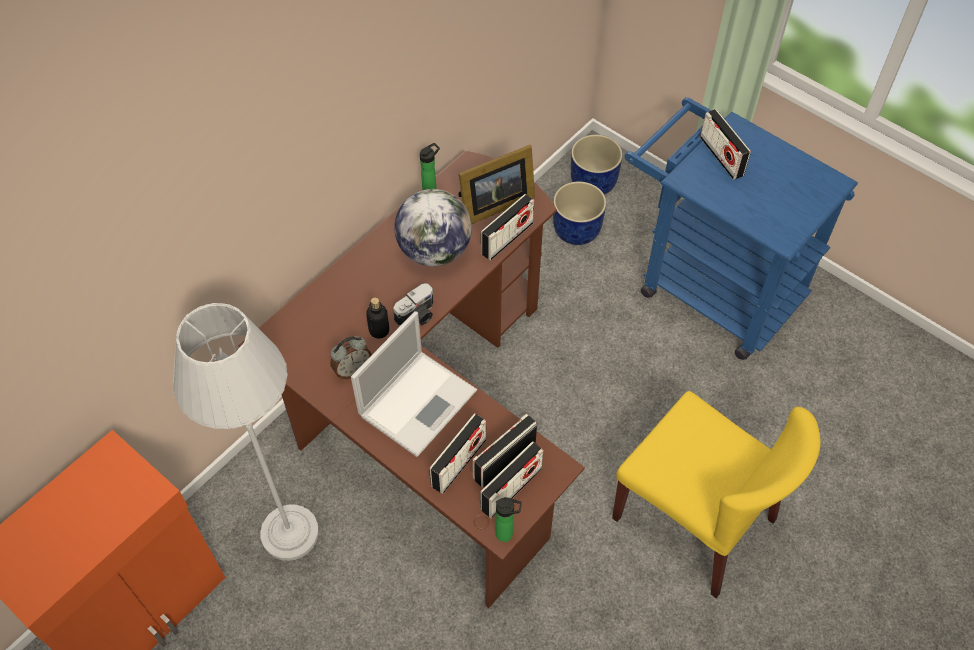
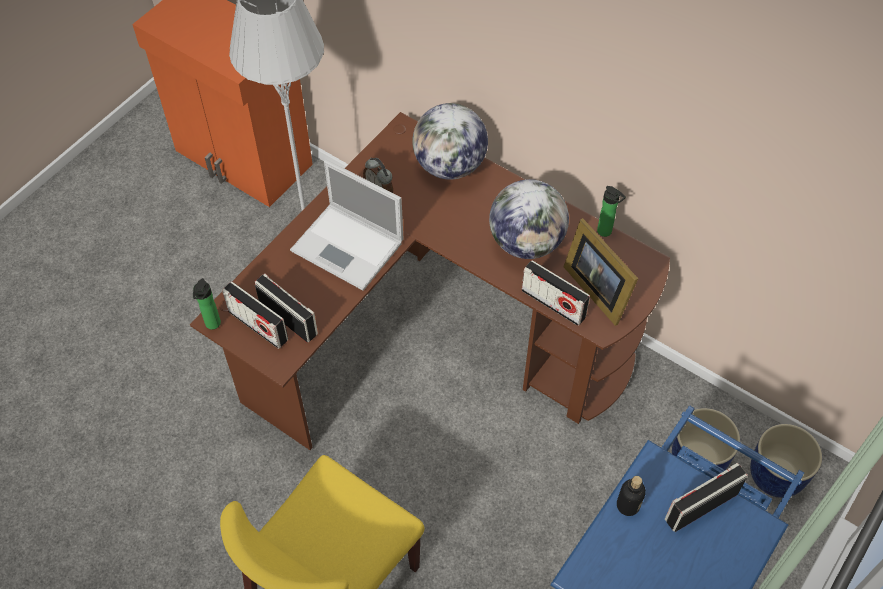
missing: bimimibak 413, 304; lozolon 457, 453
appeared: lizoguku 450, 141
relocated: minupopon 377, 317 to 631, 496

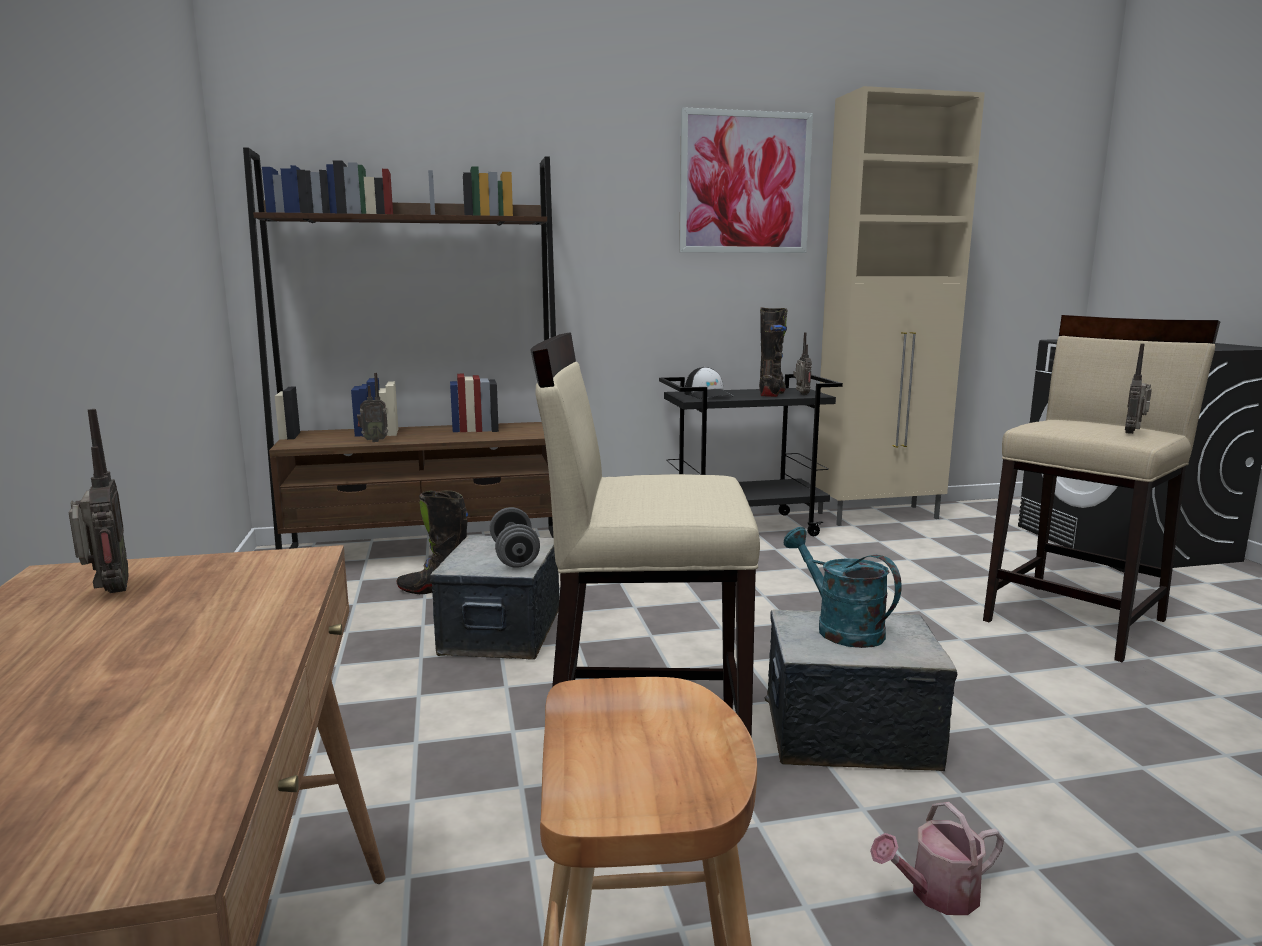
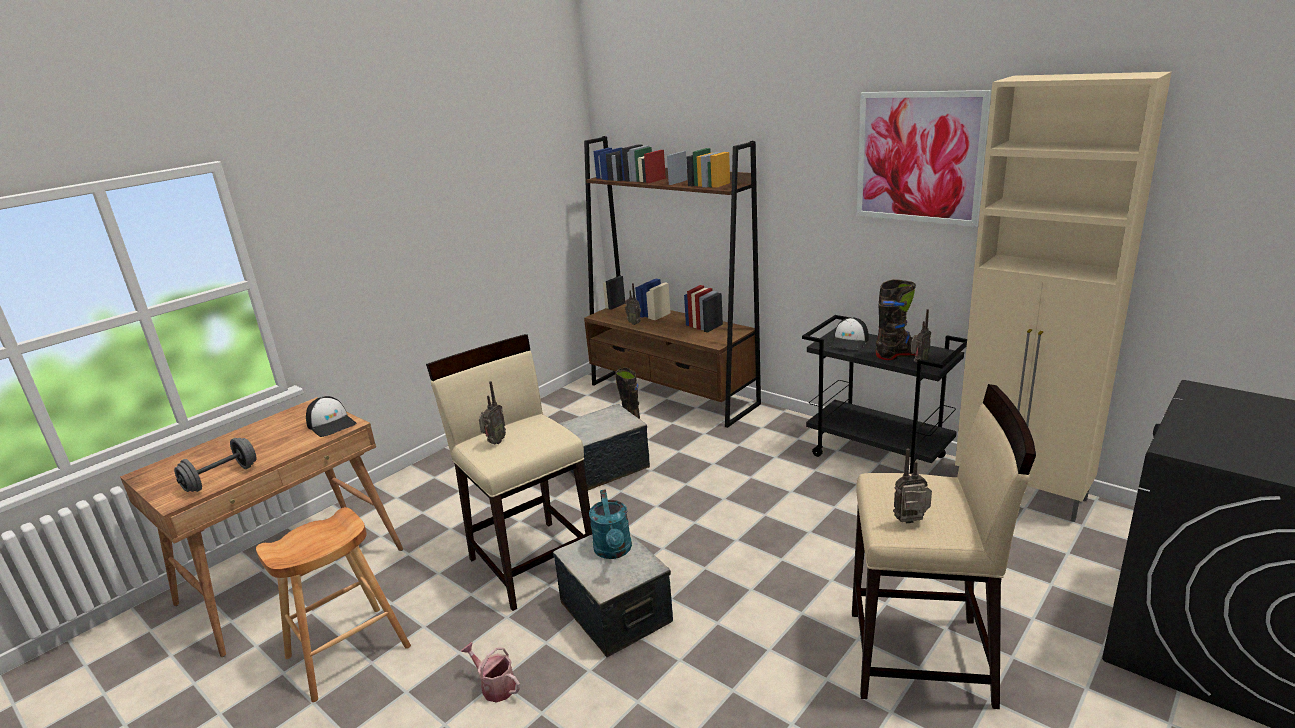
appeared: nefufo 331, 416
relocated: lozolon 98, 501 to 492, 412; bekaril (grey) 515, 537 to 215, 465
spun: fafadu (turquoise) 843, 587 = 610, 524 150 degrees clockwise

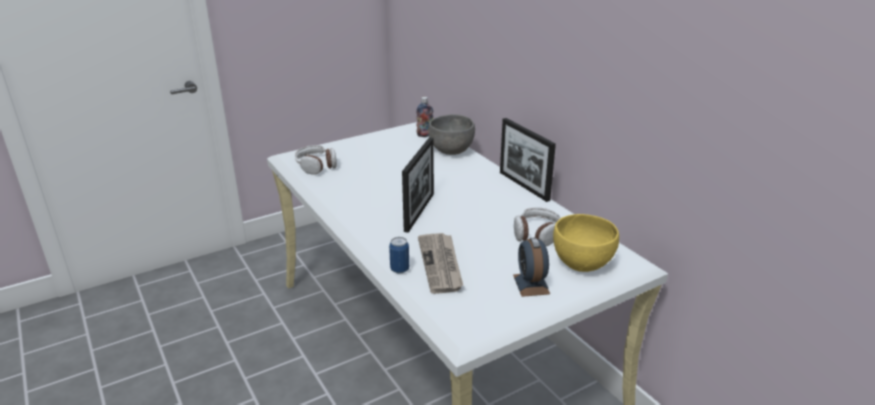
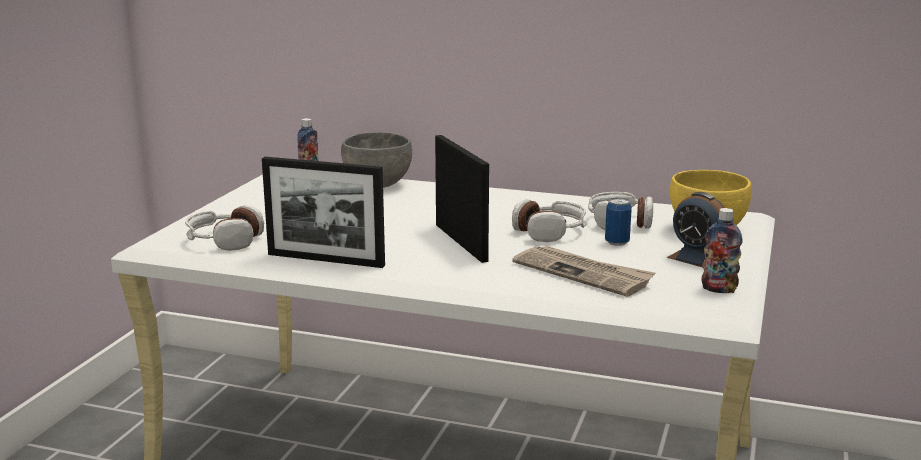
appeared: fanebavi 549, 220; minupopon 722, 250
relocated: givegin 399, 255 to 618, 221; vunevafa 528, 160 to 323, 212

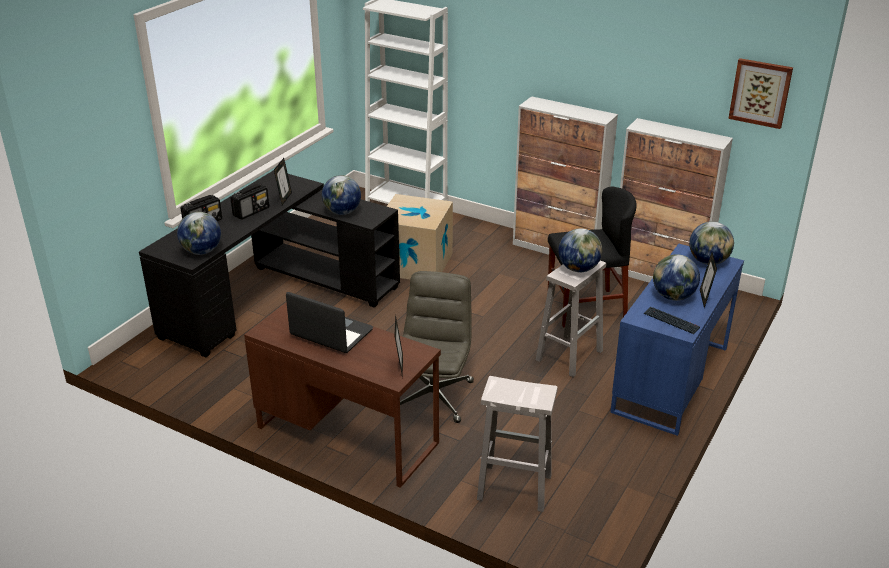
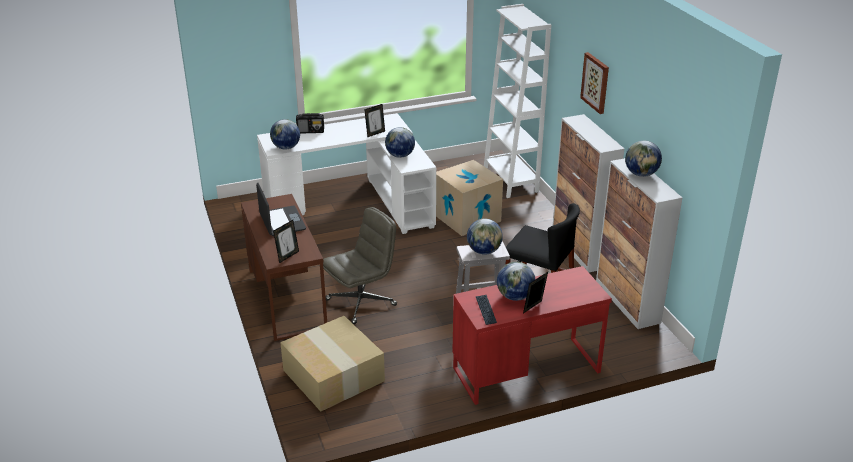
missing: lozolon 249, 202
relocated: lizoguku 711, 243 to 643, 158; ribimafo 760, 93 to 594, 83
exchanged: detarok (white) 517, 444 to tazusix 332, 364
colour: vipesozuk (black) 269, 264 to vipesozuk (white) 346, 173; vipesozuk (blue) 677, 340 to vipesozuk (red) 532, 335

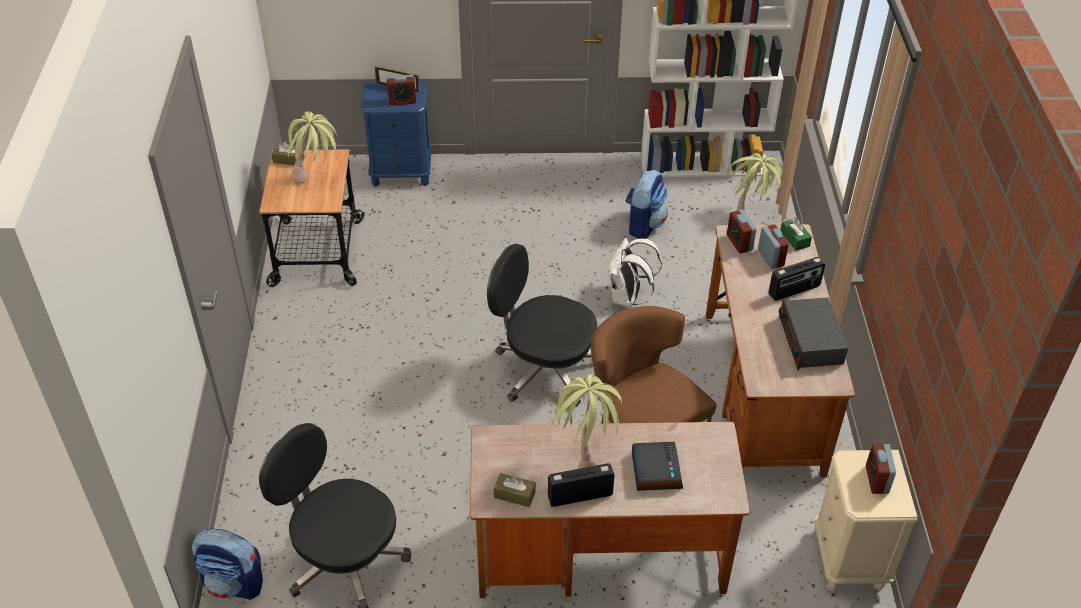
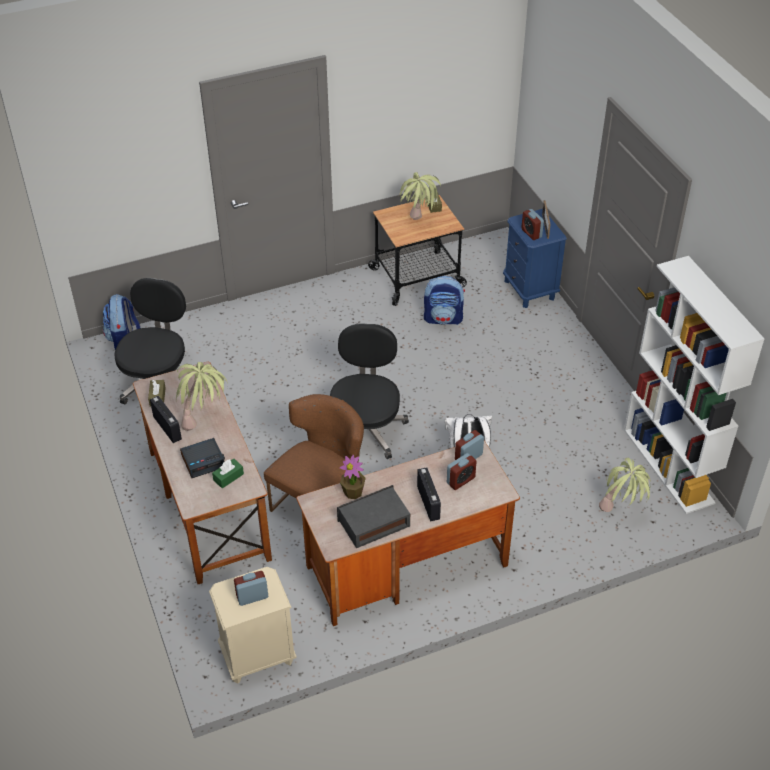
appeared: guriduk 353, 477
relocated: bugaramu 647, 204 to 444, 300; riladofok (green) 796, 234 to 228, 473
spun: lozolon 796, 279 = 429, 494 150 degrees counterclockwise

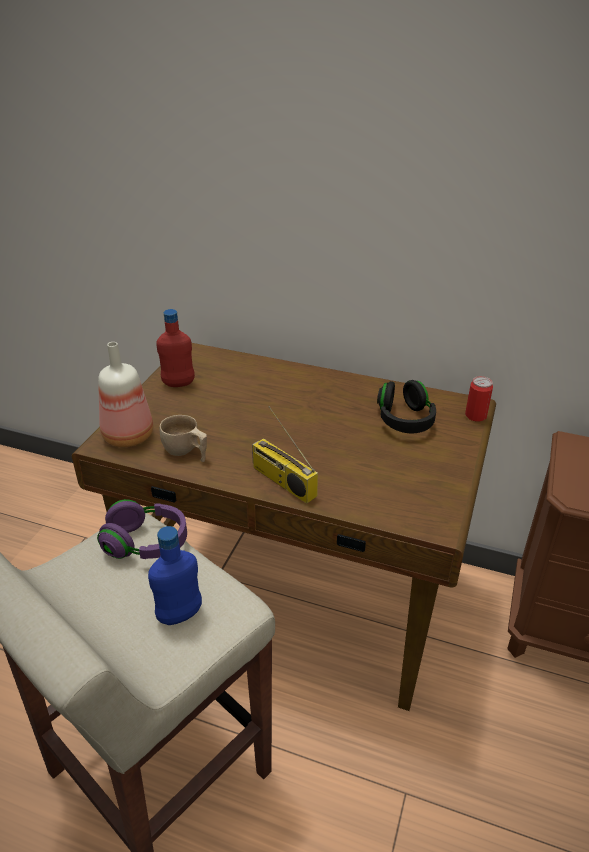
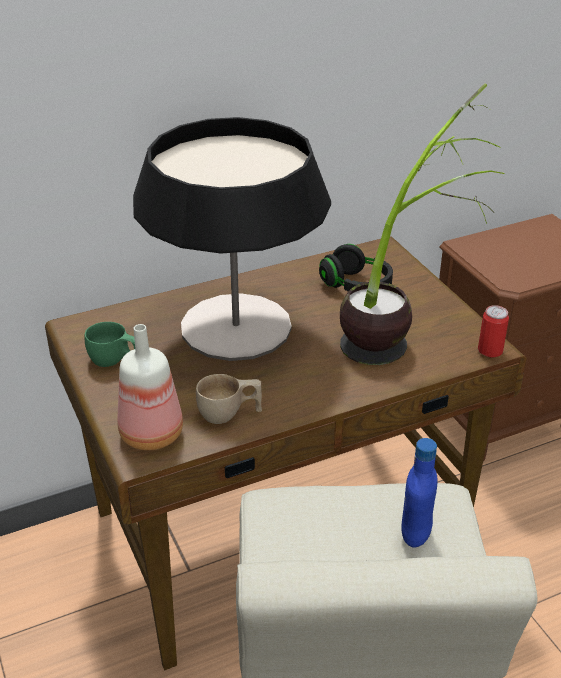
missing: fanebavi (purple) 142, 529; lozolon 285, 455
appeared: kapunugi 232, 239; guriduk 422, 224
relocated: givegin 479, 399 to 493, 331
exchanged: minupopon (red) 175, 348 to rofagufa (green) 109, 344

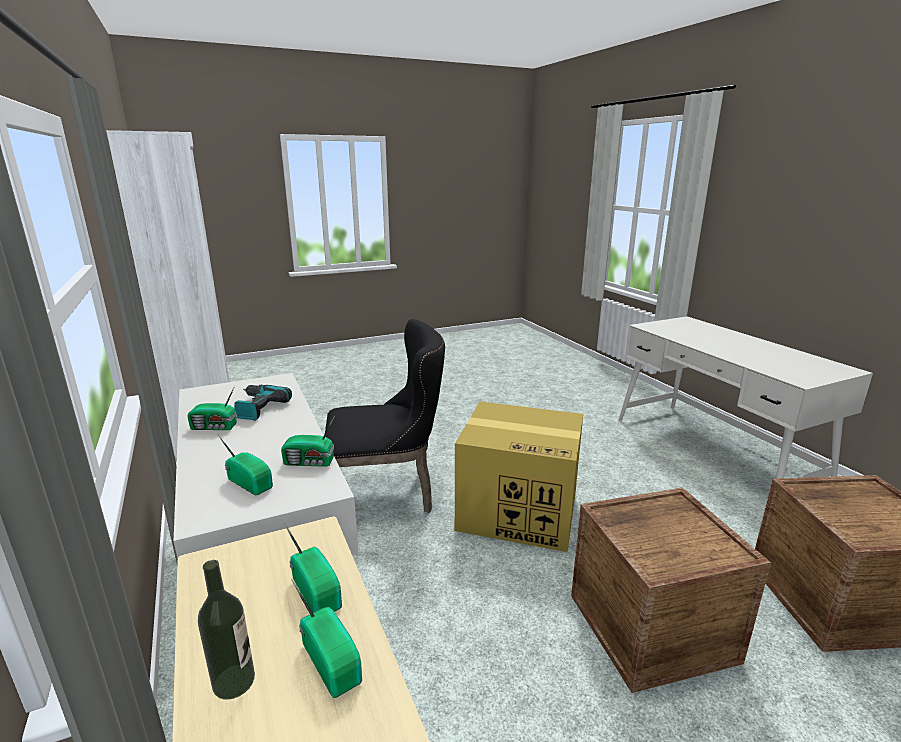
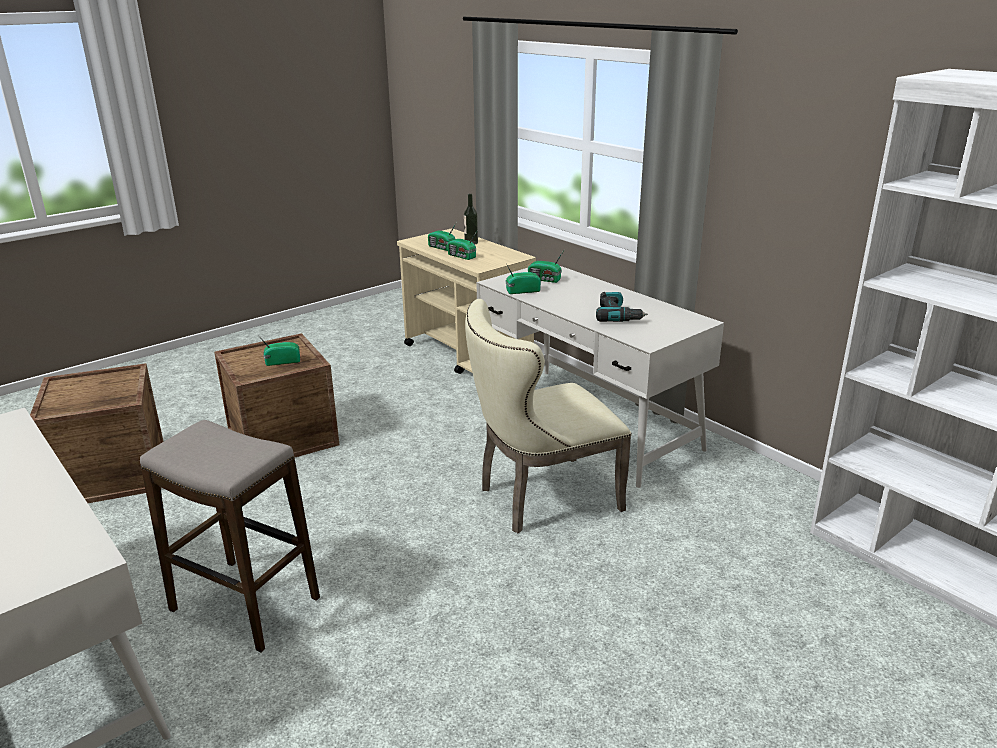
missing: tazusix 519, 477
appeared: detarok 230, 536
relocated: lozolon 212, 408 to 279, 350
colour: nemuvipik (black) 385, 416 to nemuvipik (beige) 548, 416

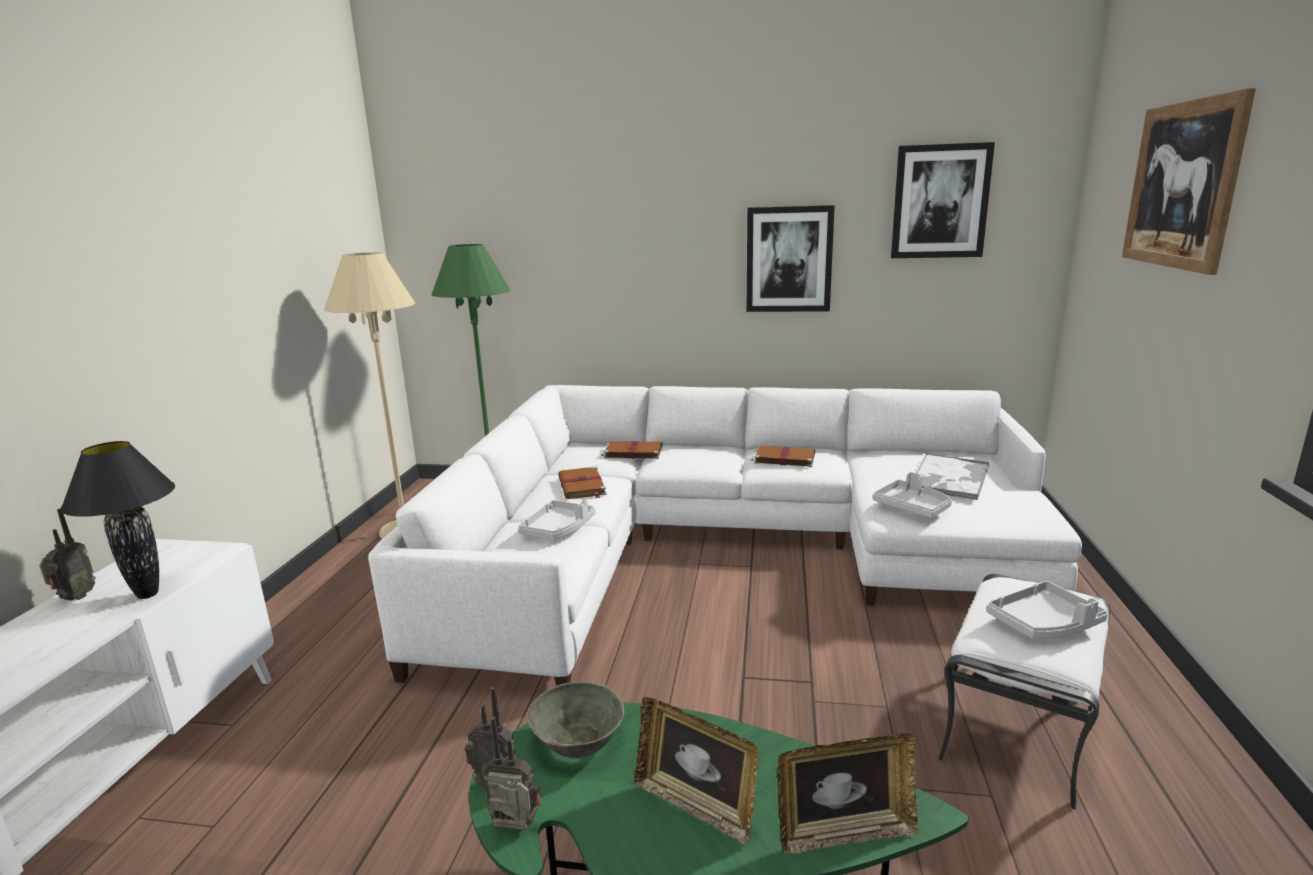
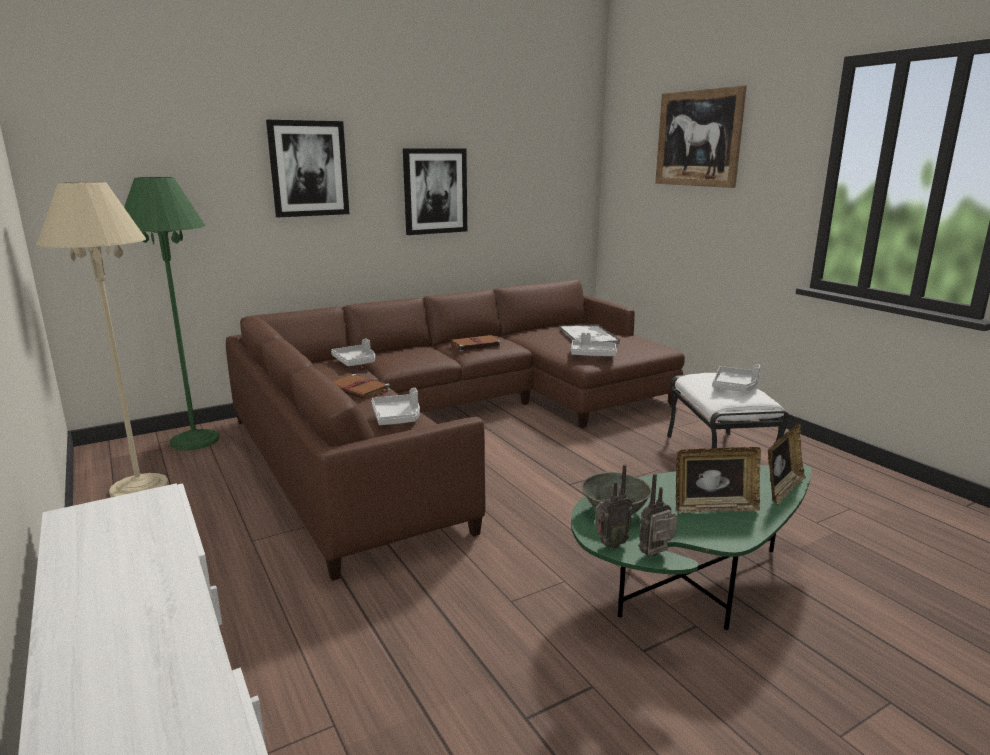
missing: lozolon 67, 554; kapunugi (black) 117, 520
relocated: ribimafo 943, 200 to 307, 168
exchanged: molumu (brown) 631, 450 to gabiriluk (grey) 353, 352
colour: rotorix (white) 725, 535 to rotorix (brown) 455, 430

